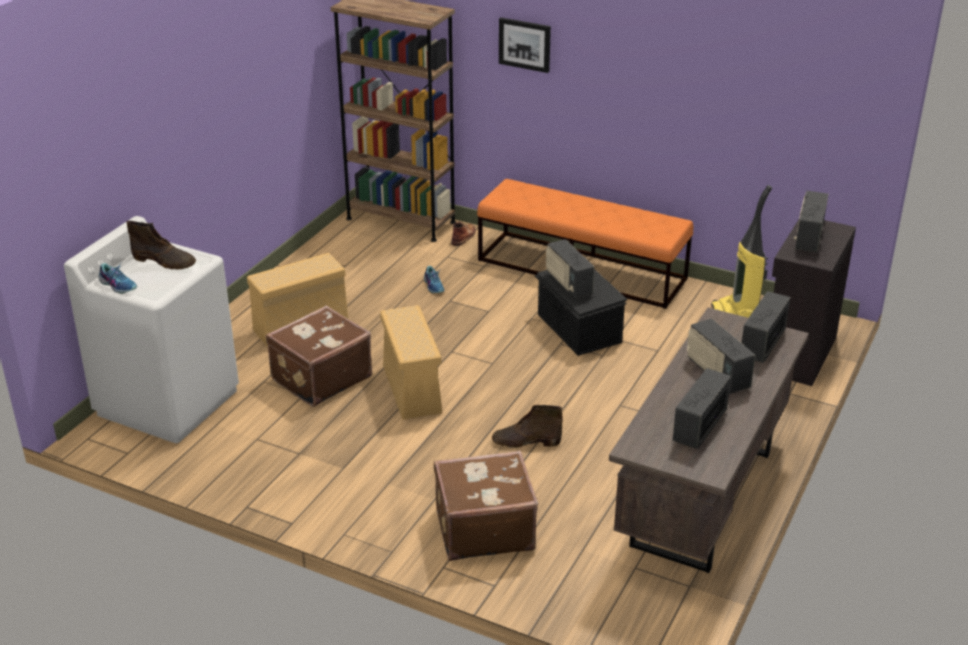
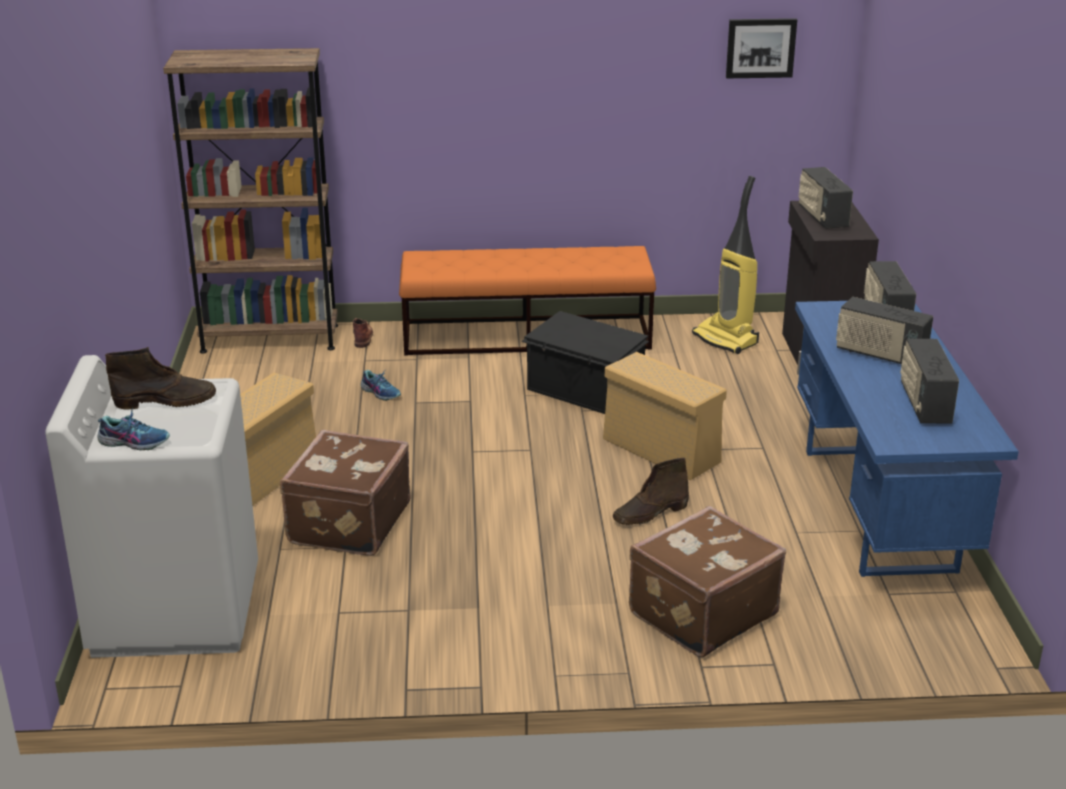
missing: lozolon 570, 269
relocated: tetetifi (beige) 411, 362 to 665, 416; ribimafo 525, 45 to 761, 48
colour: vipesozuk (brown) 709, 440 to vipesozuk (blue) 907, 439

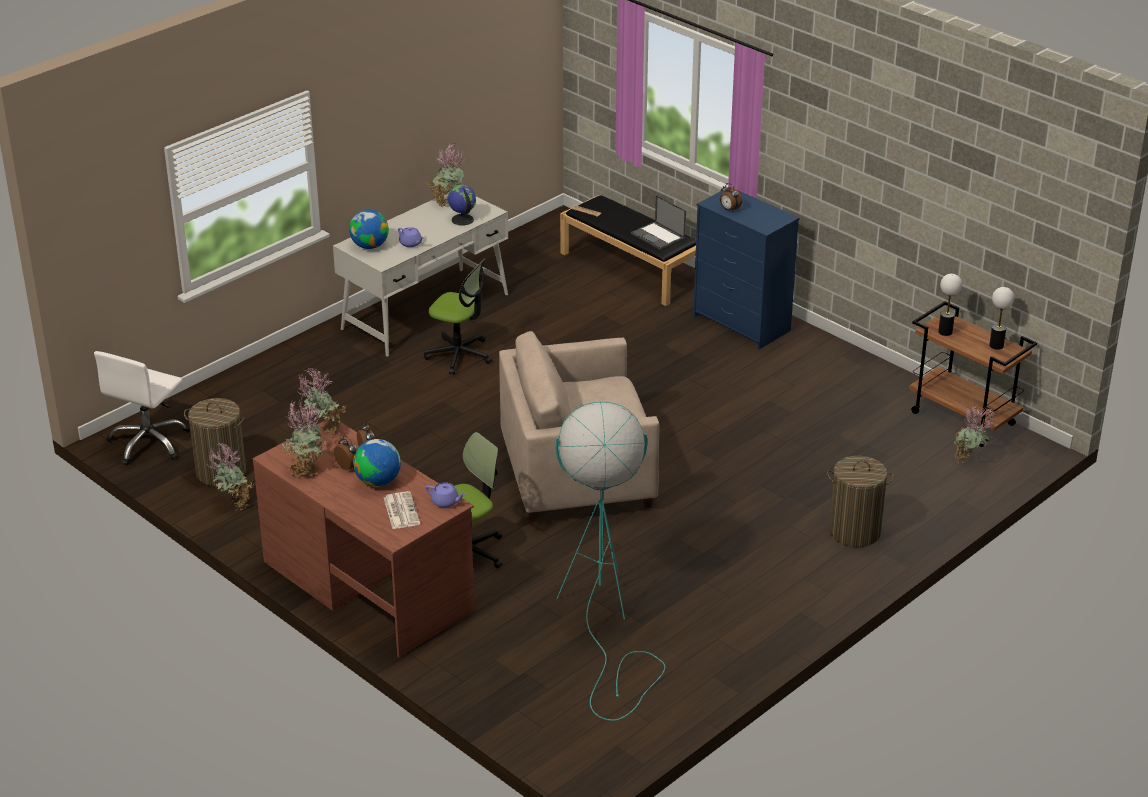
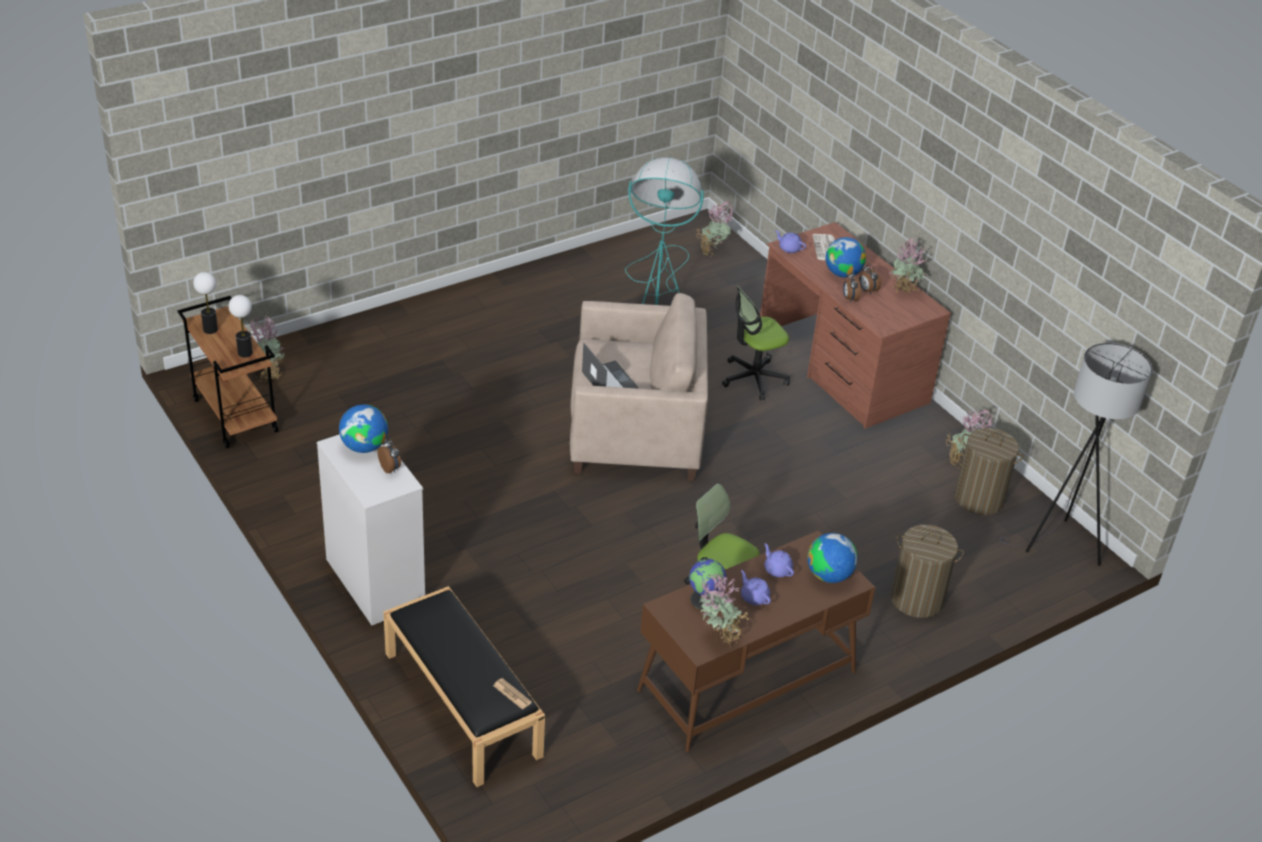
appeared: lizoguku 363, 428; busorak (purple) 756, 587
relocated: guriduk 322, 402 to 715, 229; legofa 658, 222 to 610, 366; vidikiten 860, 501 to 927, 571
exchanged: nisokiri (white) 142, 408 to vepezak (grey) 1076, 454
colour: vipesozuk (white) 420, 274 to vipesozuk (brown) 756, 641; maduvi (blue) 746, 268 to maduvi (white) 371, 529

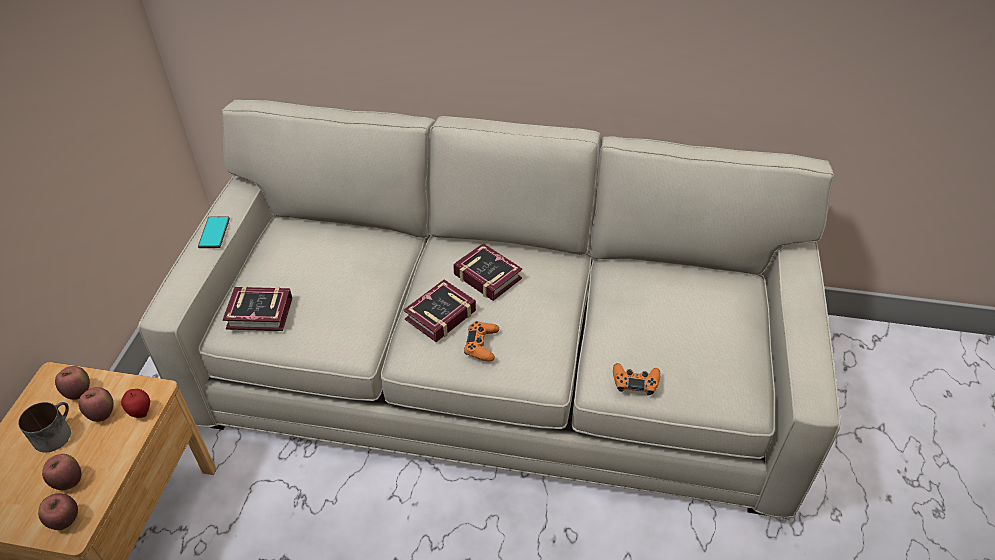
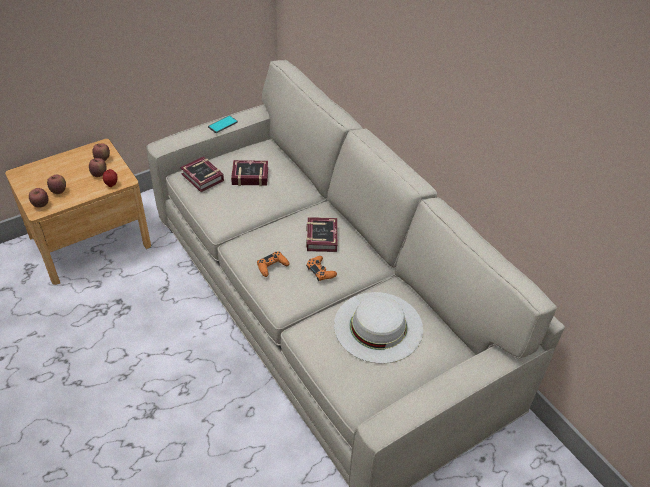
missing: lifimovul 44, 427
appeared: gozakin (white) 378, 328
relocated: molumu 440, 311 to 249, 173; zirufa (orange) 636, 379 to 321, 268

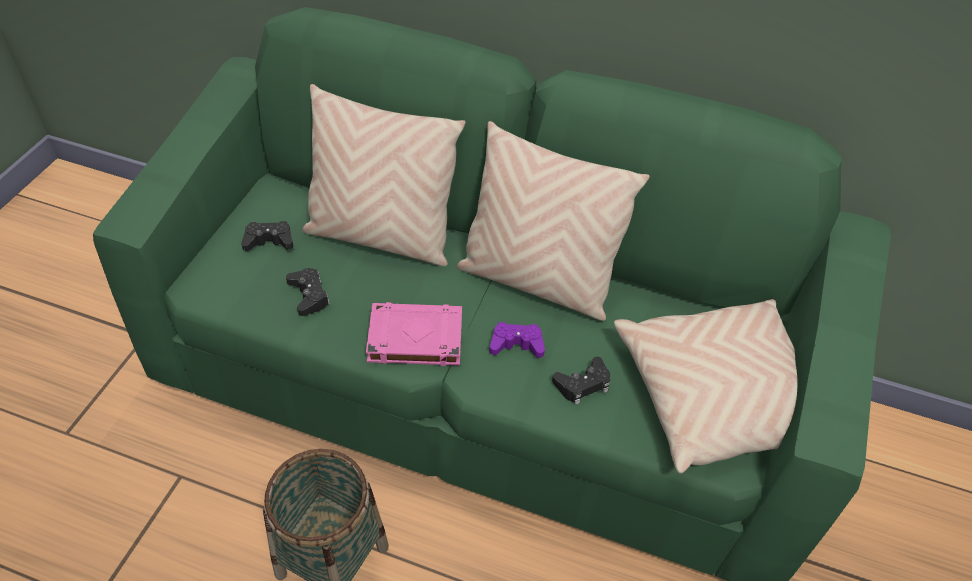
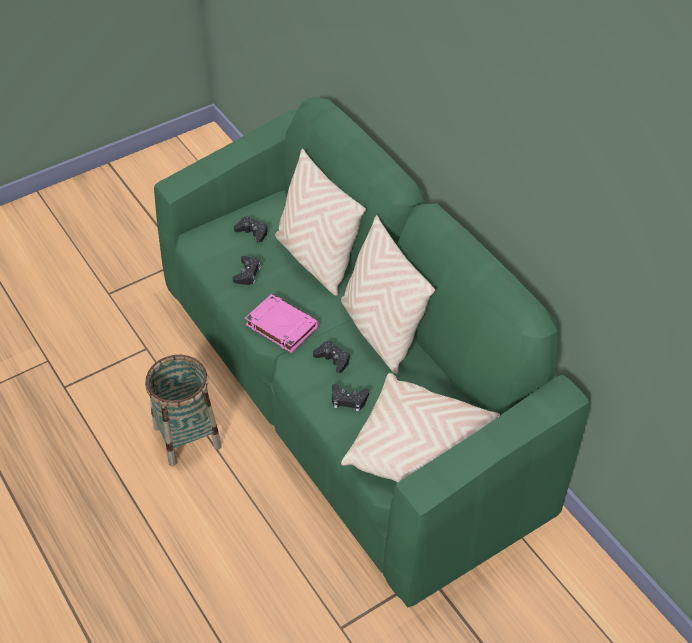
colour: zirufa (purple) 517, 340 to zirufa (black) 331, 357

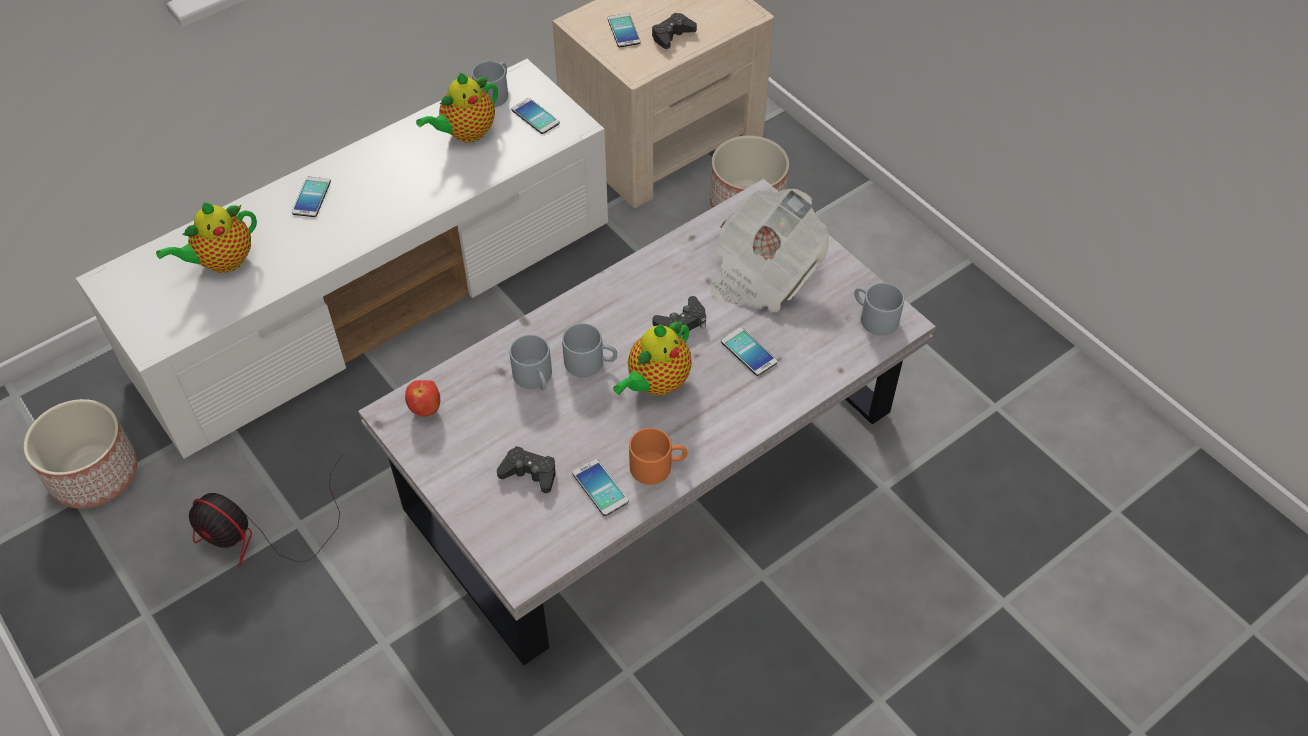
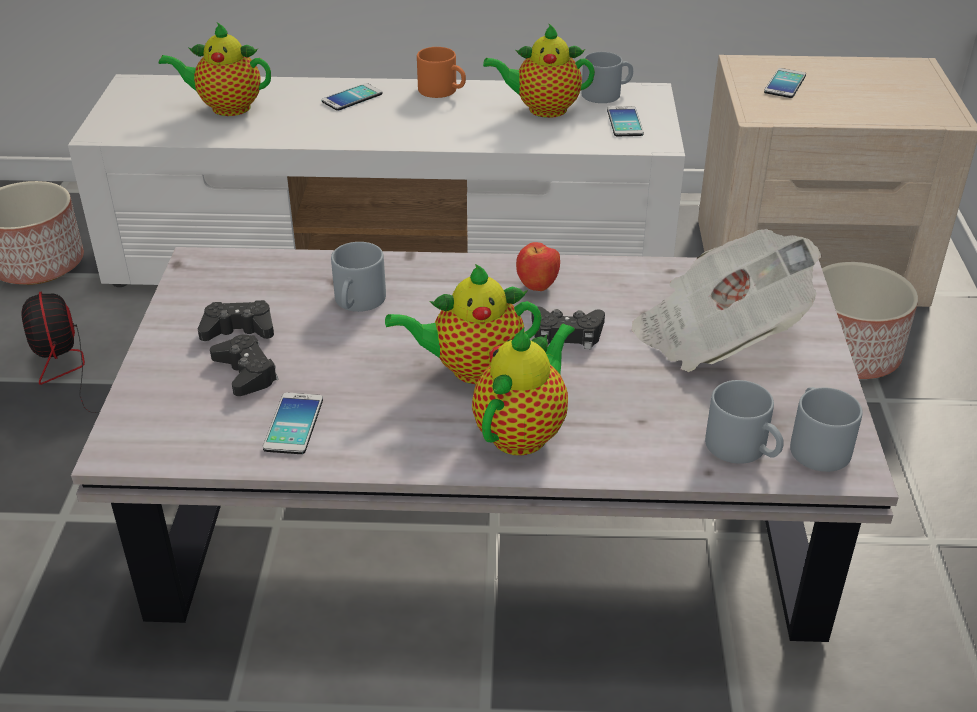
missing: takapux 749, 351
appeared: busorak 523, 389
relocated: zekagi 422, 398 to 538, 266; lifimovul (grey) 589, 350 to 744, 422; lifimovul (orange) 658, 456 to 441, 72; zirufa (black) 674, 31 to 236, 320

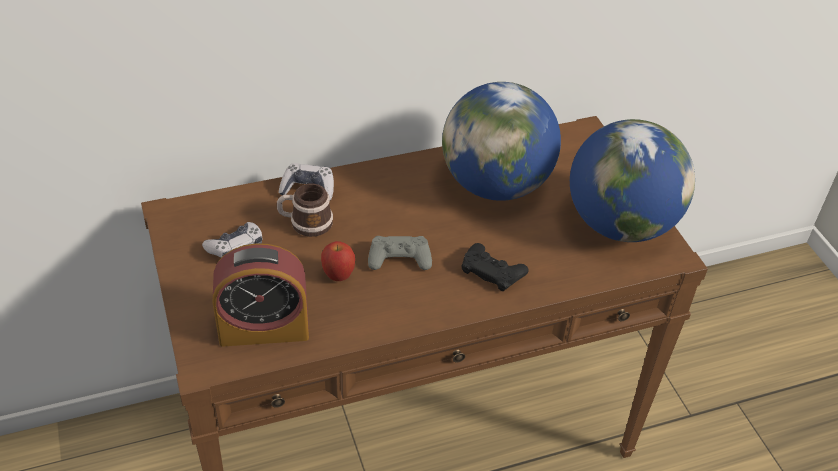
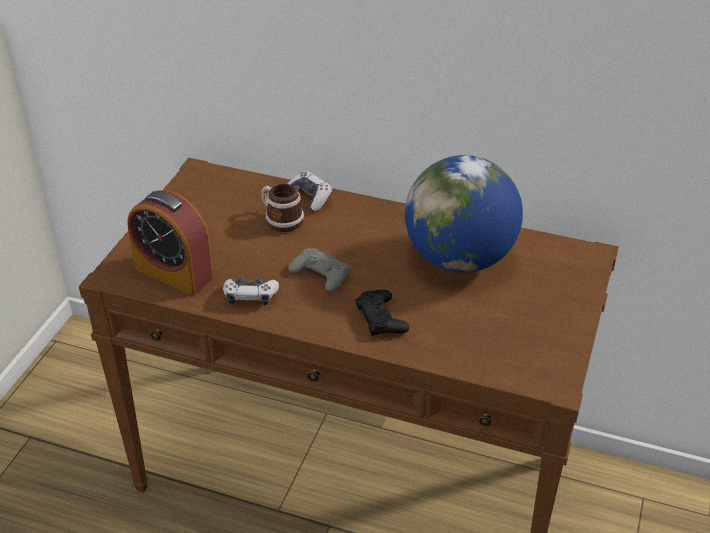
missing: zekagi 338, 261; lizoguku 632, 180
relocated: zirufa 232, 240 to 251, 291

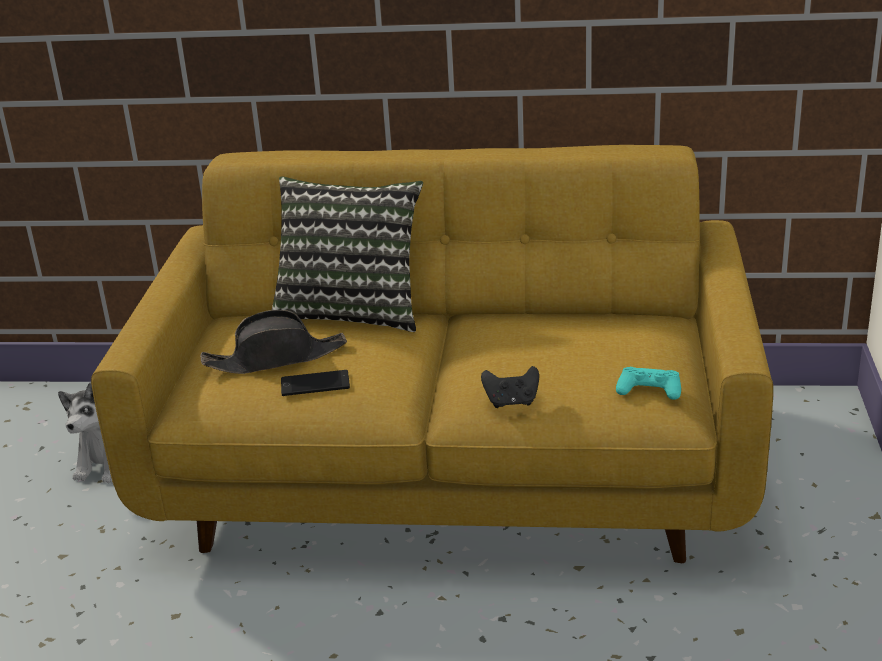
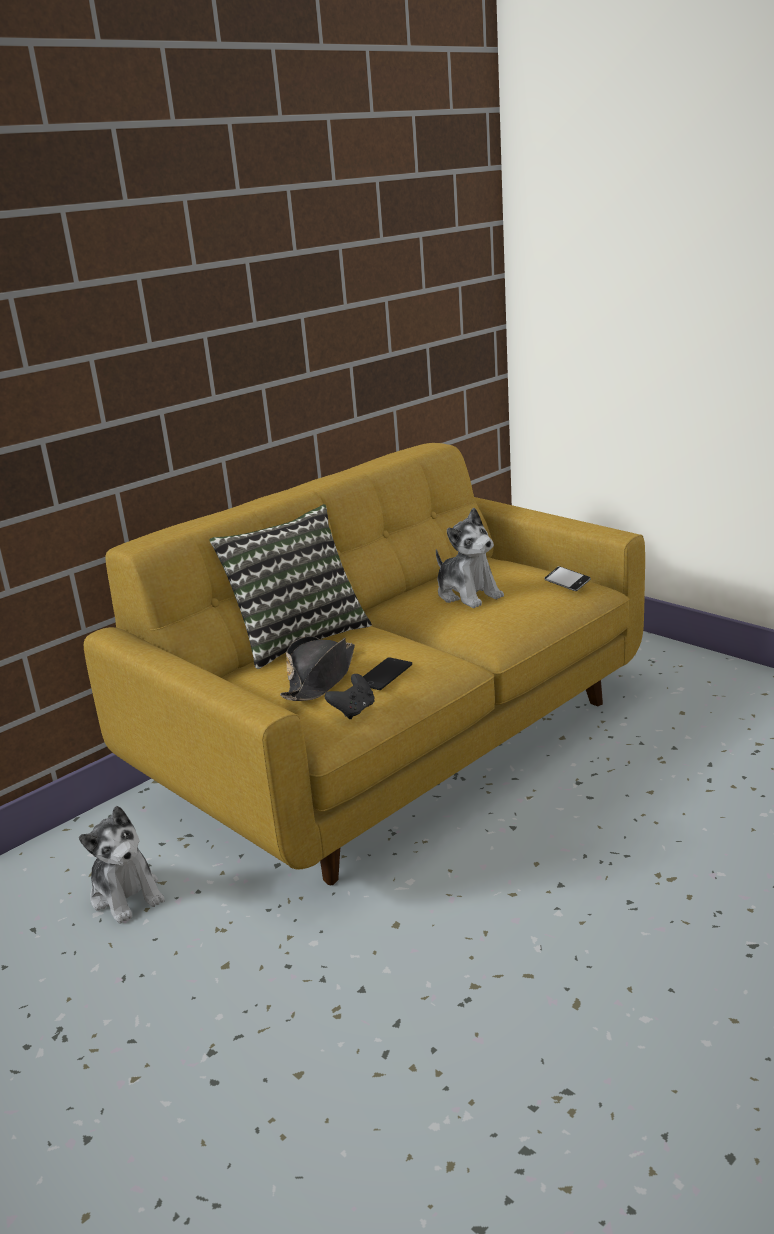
appeared: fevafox 470, 558
relocated: zirufa (black) 510, 387 to 349, 696
exchanged: zirufa (turquoise) 648, 383 to takapux 567, 578

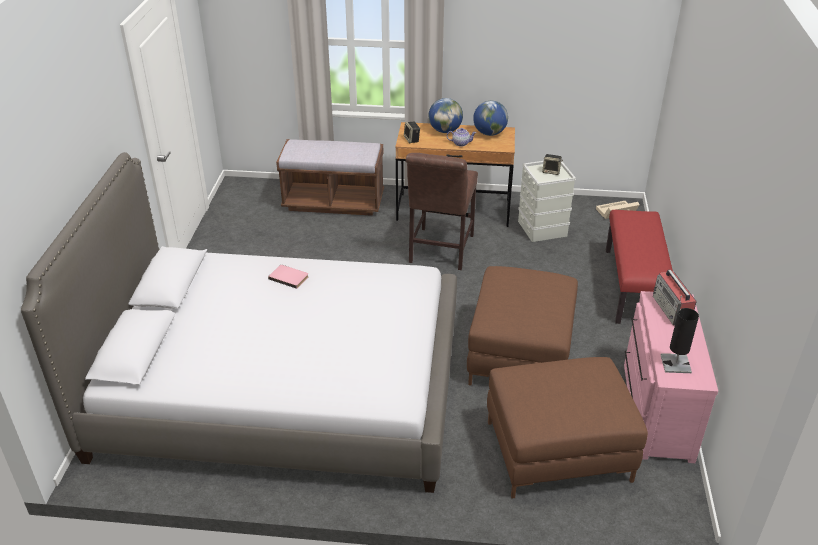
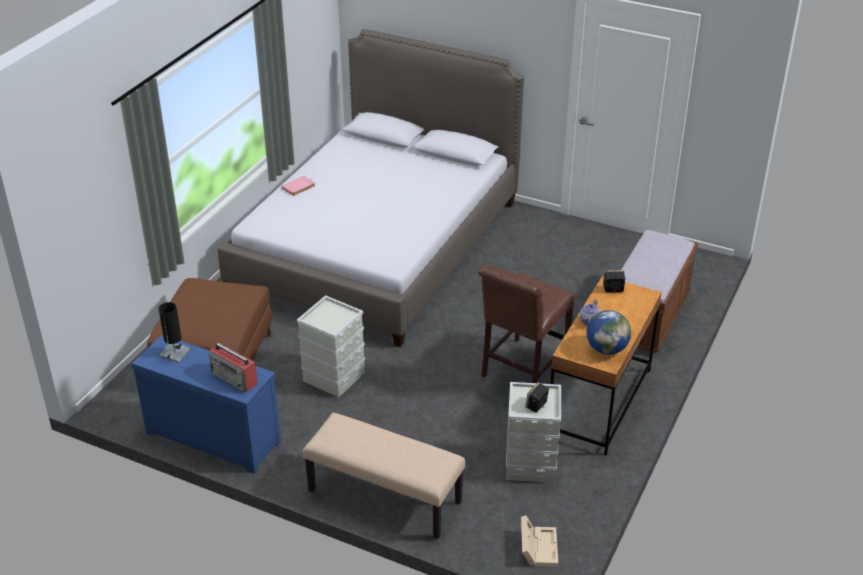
missing: lizoguku 446, 115
relocated: molumu (pink) 288, 277 to 298, 186
exchanged: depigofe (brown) 522, 325 to tetetifi (grey) 331, 346
colour: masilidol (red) 639, 267 to masilidol (beige) 383, 476; maduvi (pink) 671, 377 to maduvi (blue) 206, 404
spun: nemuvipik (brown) 442, 211 = 526, 324 90 degrees counterclockwise; lozolon 675, 298 = 233, 367 150 degrees counterclockwise

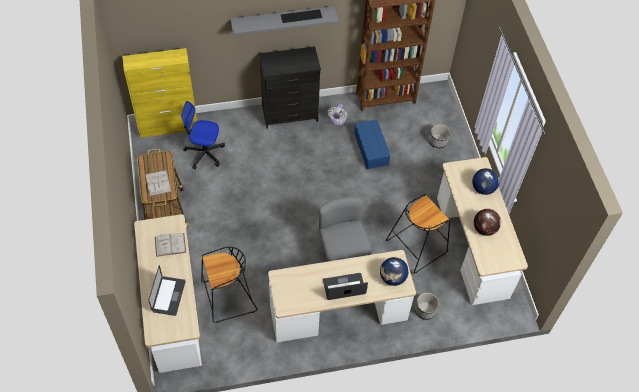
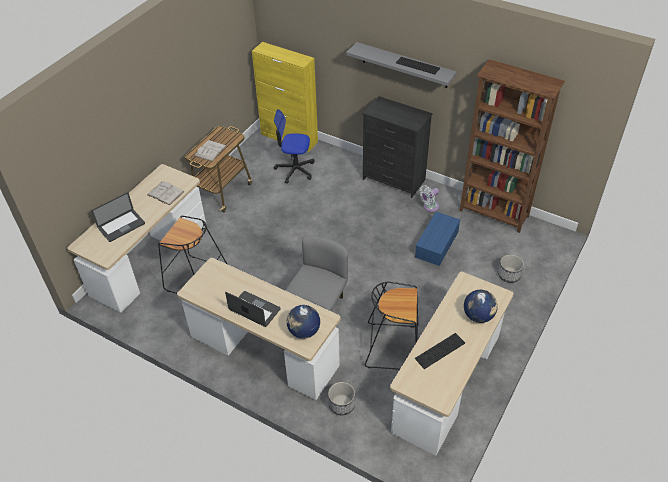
exchanged: lizoguku 487, 222 to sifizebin 440, 351
spun: nisokiri 203, 135 = 294, 146 45 degrees counterclockwise

